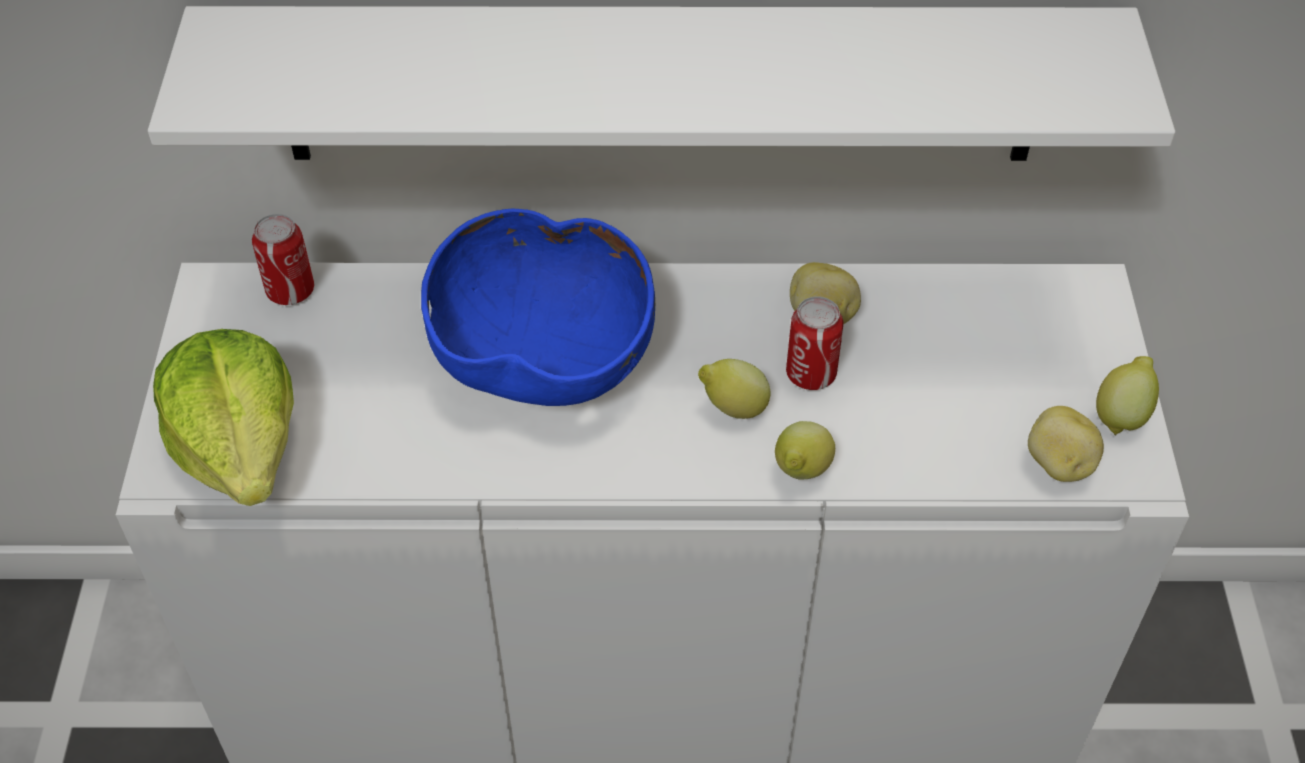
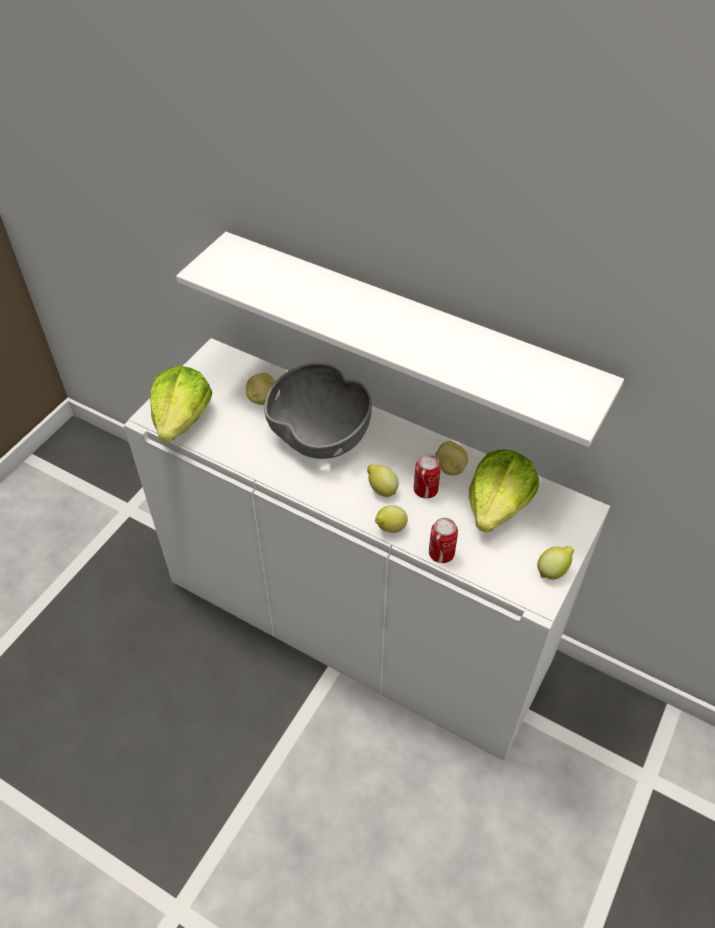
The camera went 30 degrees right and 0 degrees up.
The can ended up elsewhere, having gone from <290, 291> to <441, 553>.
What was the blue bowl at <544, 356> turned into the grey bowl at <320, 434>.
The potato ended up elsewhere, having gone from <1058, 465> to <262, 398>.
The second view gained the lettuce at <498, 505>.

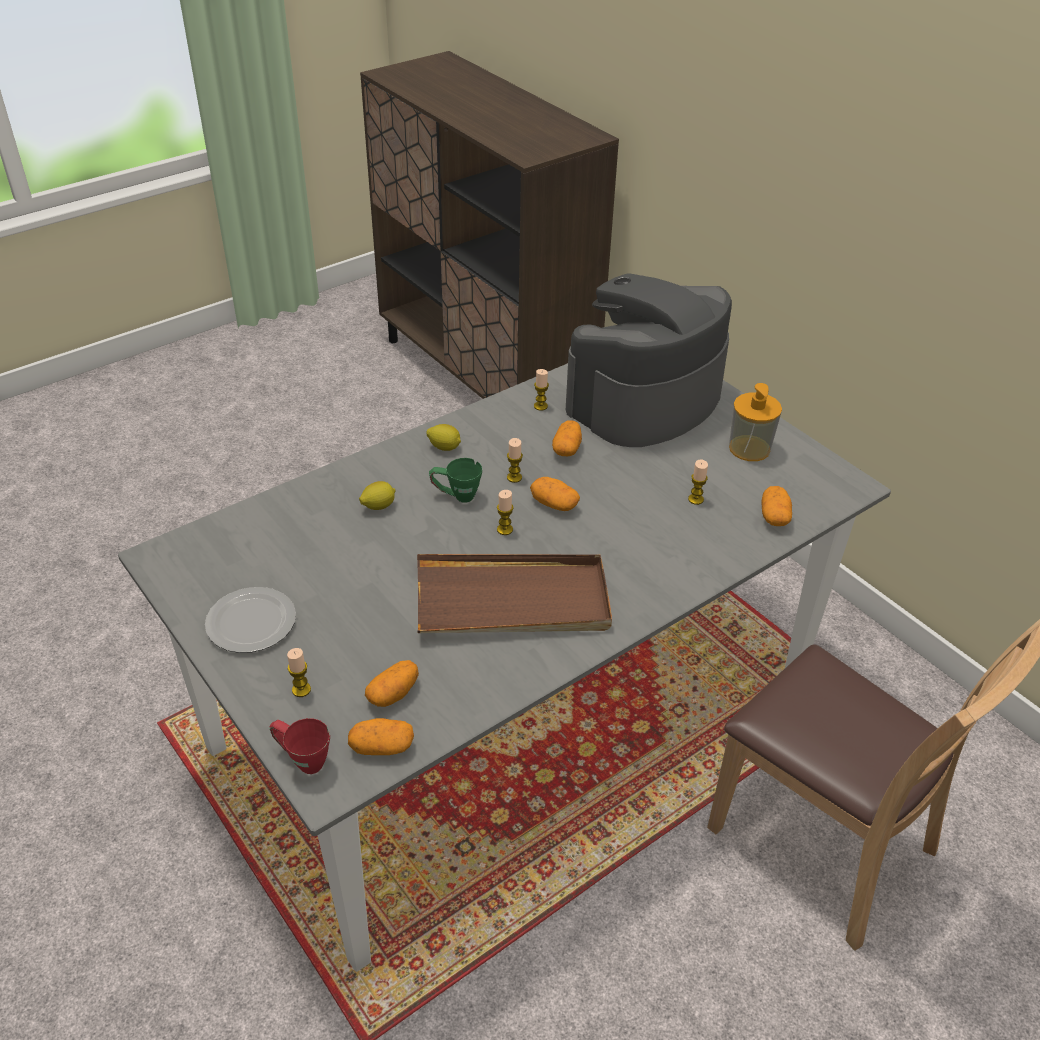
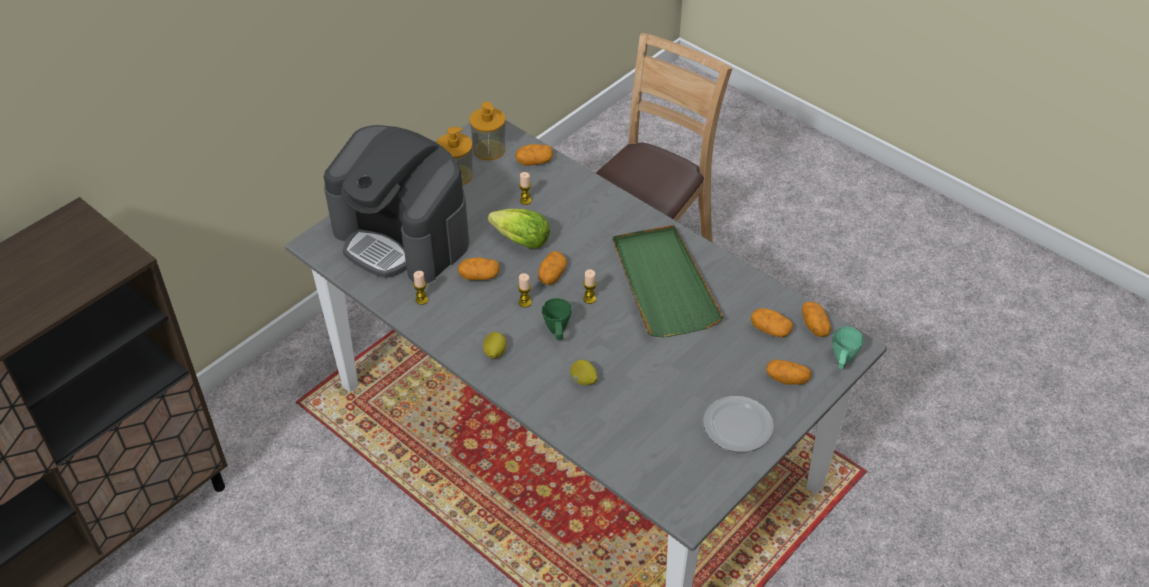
The camera went 100 degrees left and 5 degrees up.
What was the red mug at <302, 760> turned into the green mug at <842, 363>.
Where the candle stood at <301, 690>, the potato came to stand at <787, 379>.
What was the brown tray at <512, 600> turned into the green tray at <663, 284>.
The second view gained the soap dispenser at <489, 150>.
The second view gained the lettuce at <518, 240>.

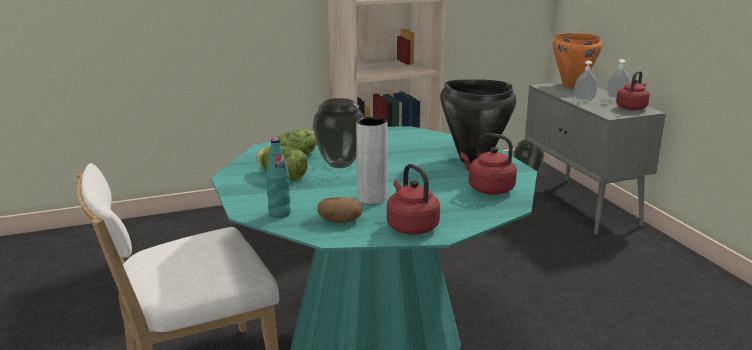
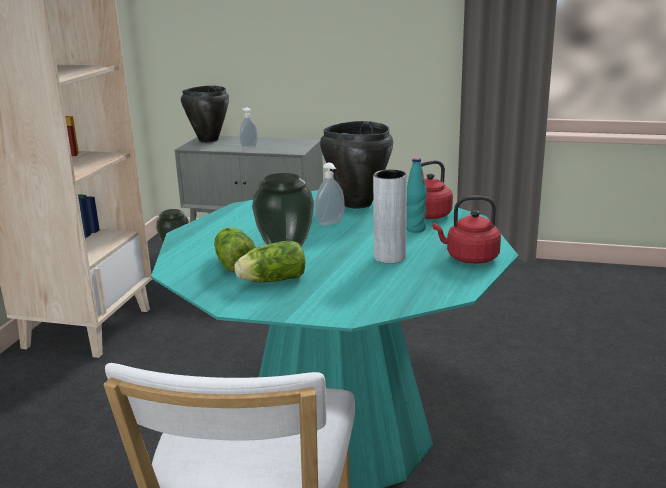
The camera went 55 degrees left and 0 degrees up.
The turquoise bottle ended up elsewhere, having gone from <279, 214> to <415, 229>.
The second view lost the potato at <340, 221>.
What was the orange cooking pot at <571, 85> turned into the black cooking pot at <208, 140>.
The soap dispenser ended up elsewhere, having gone from <617, 98> to <331, 223>.
The second view lost the red kettle at <632, 108>.

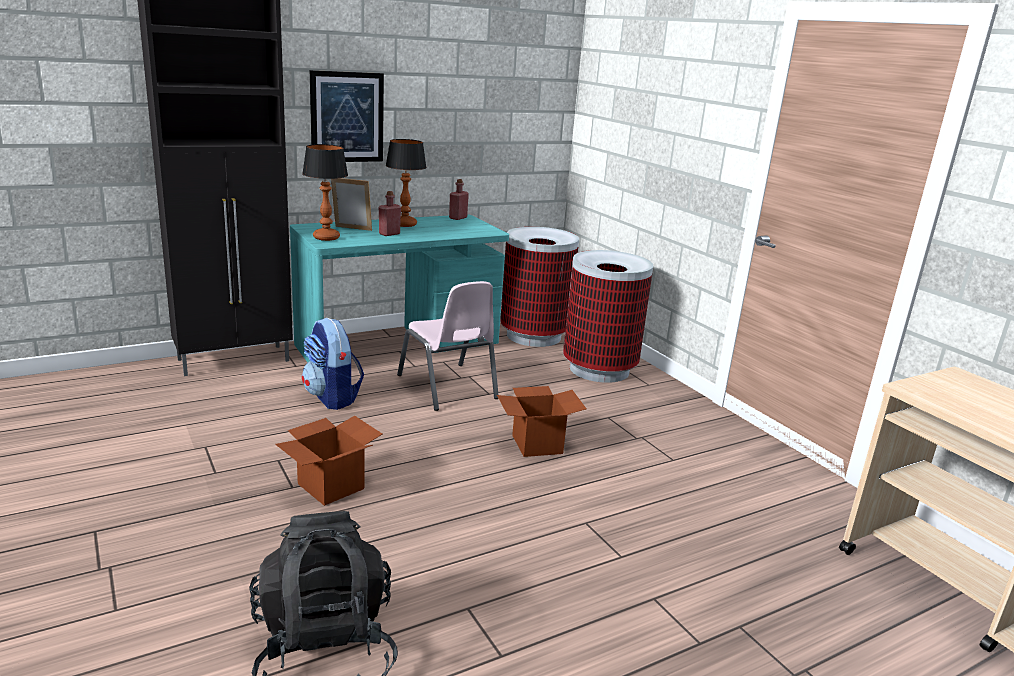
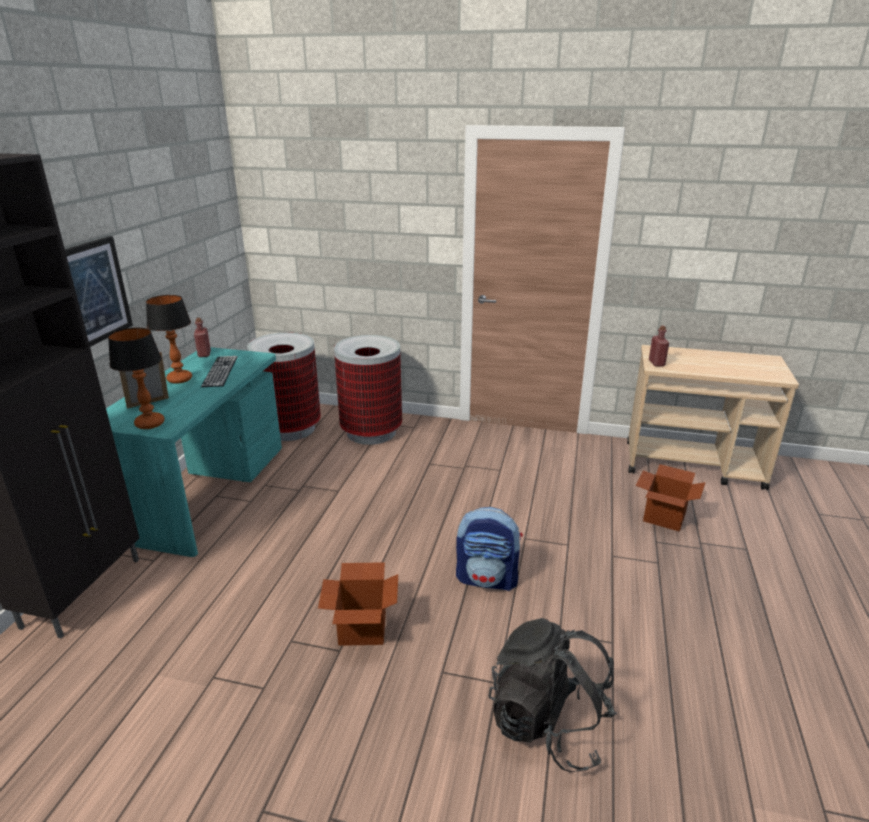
The camera went 45 degrees left and 5 degrees up.
The backpack ended up elsewhere, having gone from <332, 397> to <487, 579>.
The red bottle ended up elsewhere, having gone from <389, 234> to <656, 363>.
The second view lost the pink chair at <447, 387>.
The cardboard box ended up elsewhere, having gone from <537, 444> to <664, 517>.
The second view gained the keyboard at <220, 371>.

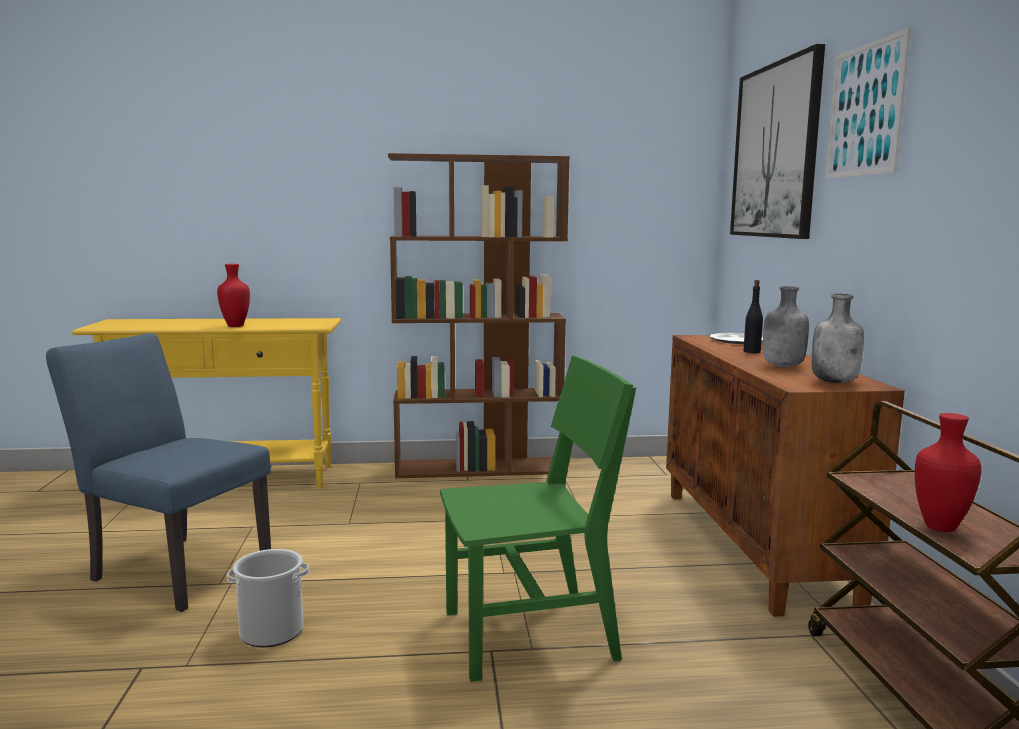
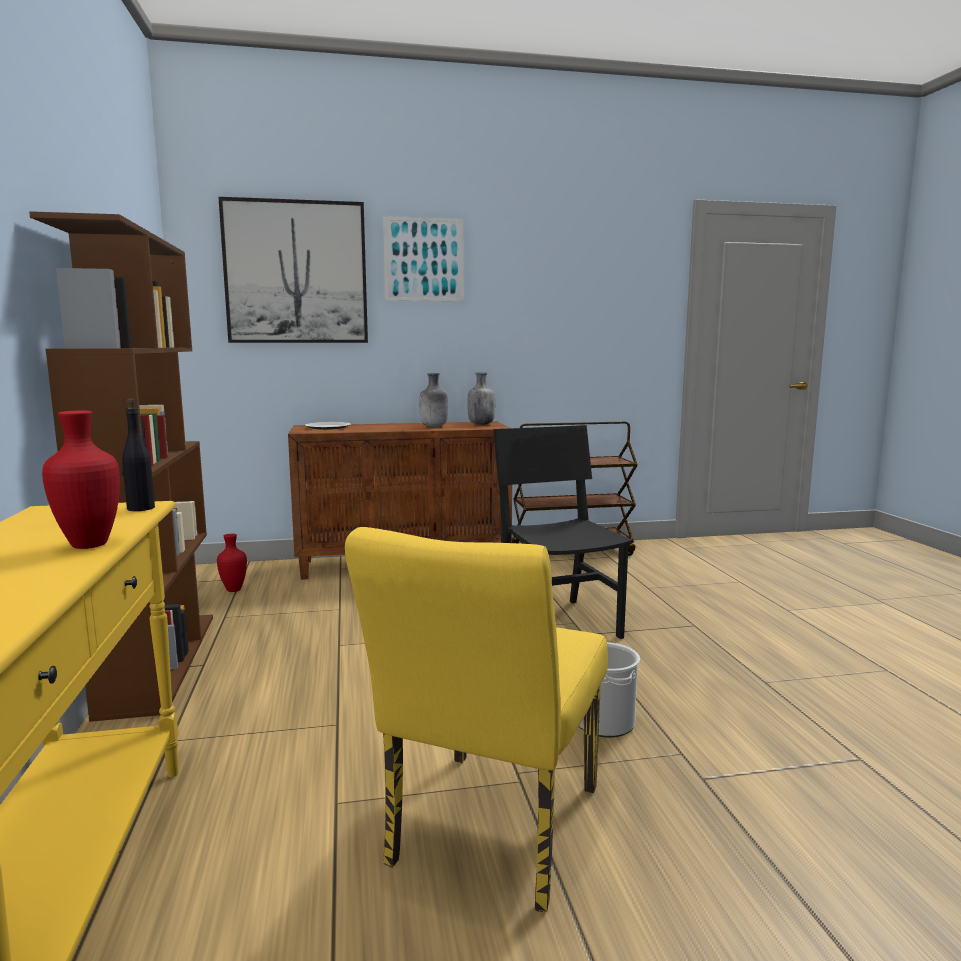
The camera went 95 degrees left and 0 degrees up.
What was the blue chair at <173, 568> turned into the yellow chair at <488, 835>.
What was the green chair at <529, 635> turned into the black chair at <557, 624>.
The black bottle ended up elsewhere, having gone from <751, 351> to <140, 508>.
The red vase ended up elsewhere, having gone from <940, 527> to <233, 590>.

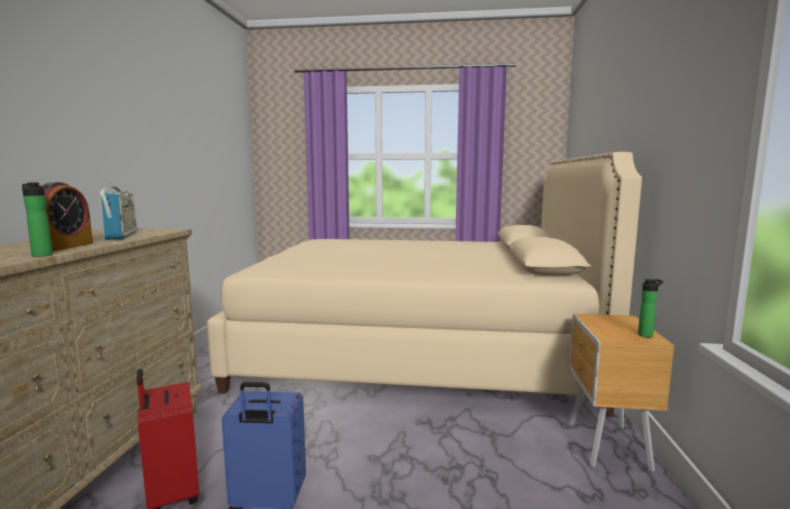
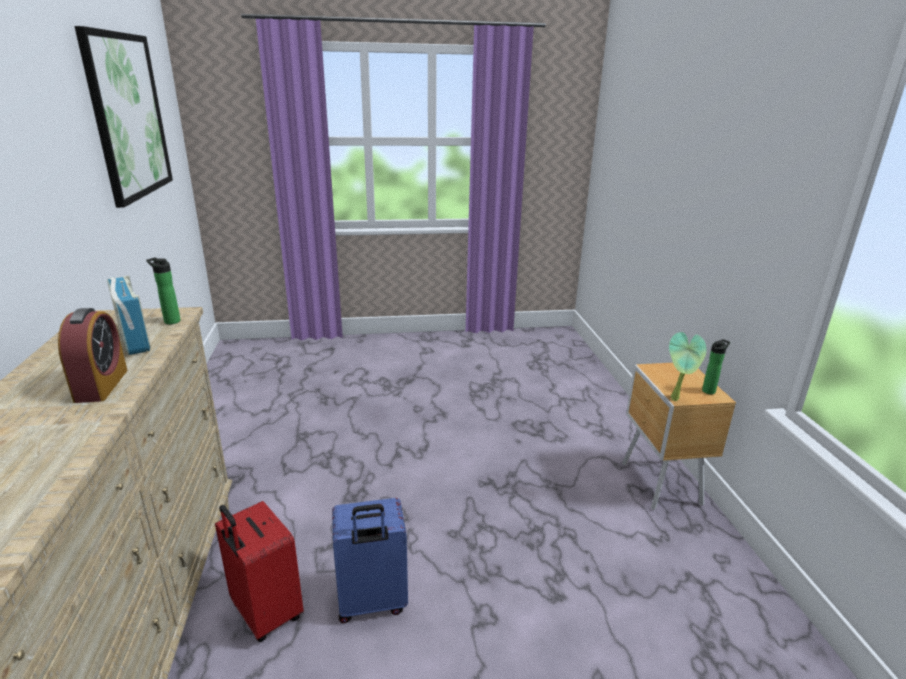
The camera went 15 degrees left and 15 degrees up.
The bottle ended up elsewhere, having gone from <41, 255> to <170, 321>.
The second view lost the beige bed at <416, 350>.
The second view gained the picture at <128, 116>.
The second view gained the potted plant at <677, 399>.

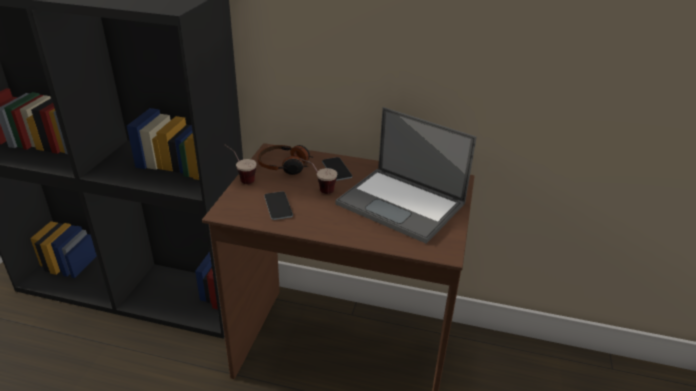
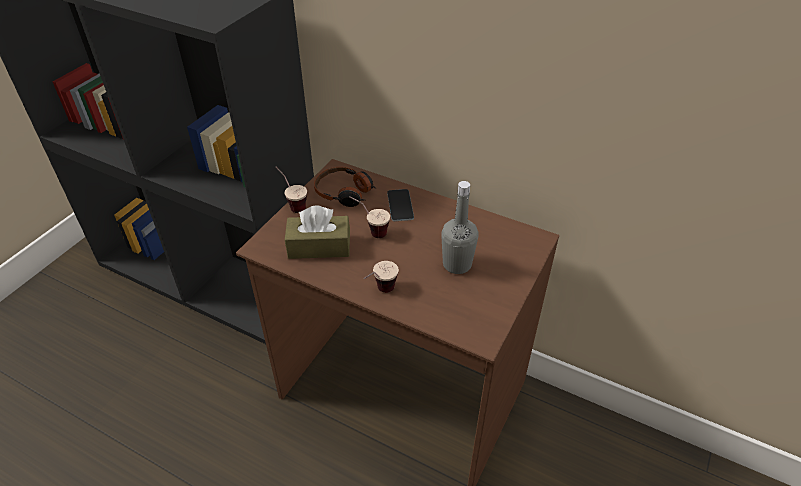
The camera went 15 degrees right and 10 degrees up.
Where the phone stood at <278, 206>, the brown tissue box came to stand at <319, 246>.
Where the laptop stood at <402, 204>, the grey bottle came to stand at <457, 264>.
The second view gained the cup at <380, 293>.

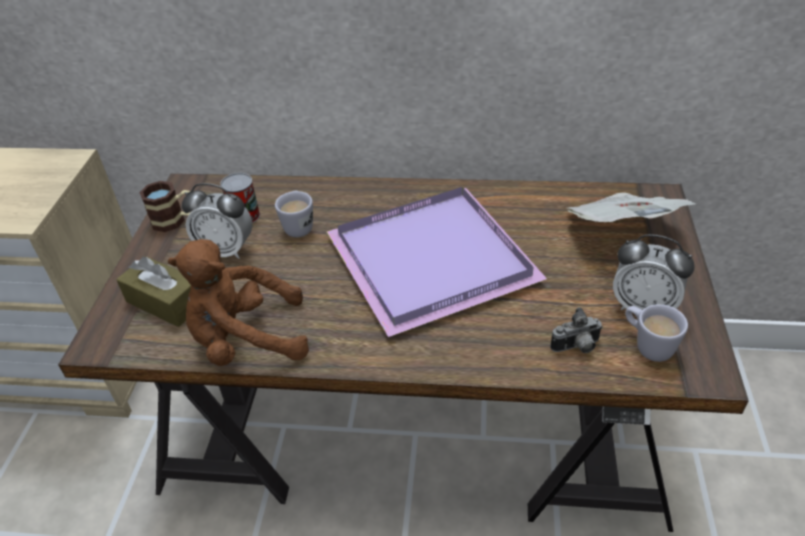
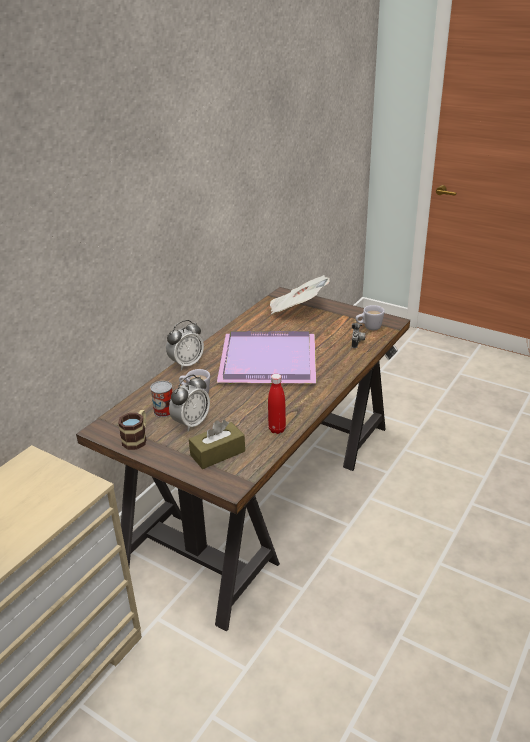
The camera went 65 degrees left and 10 degrees down.
Where the brown plush toy stood at <246, 340>, the red bottle came to stand at <277, 429>.
The alarm clock ended up elsewhere, having gone from <643, 307> to <186, 364>.

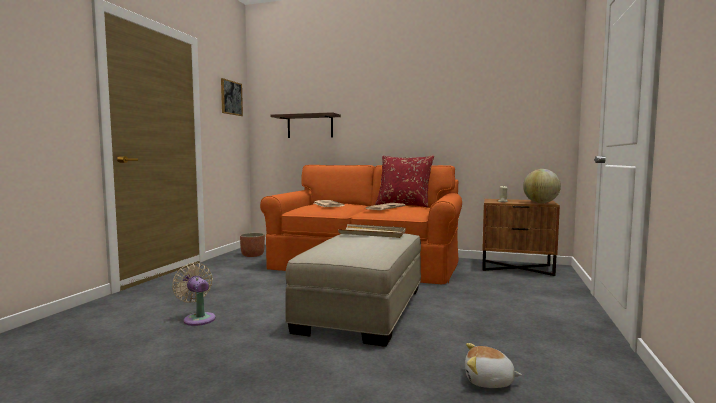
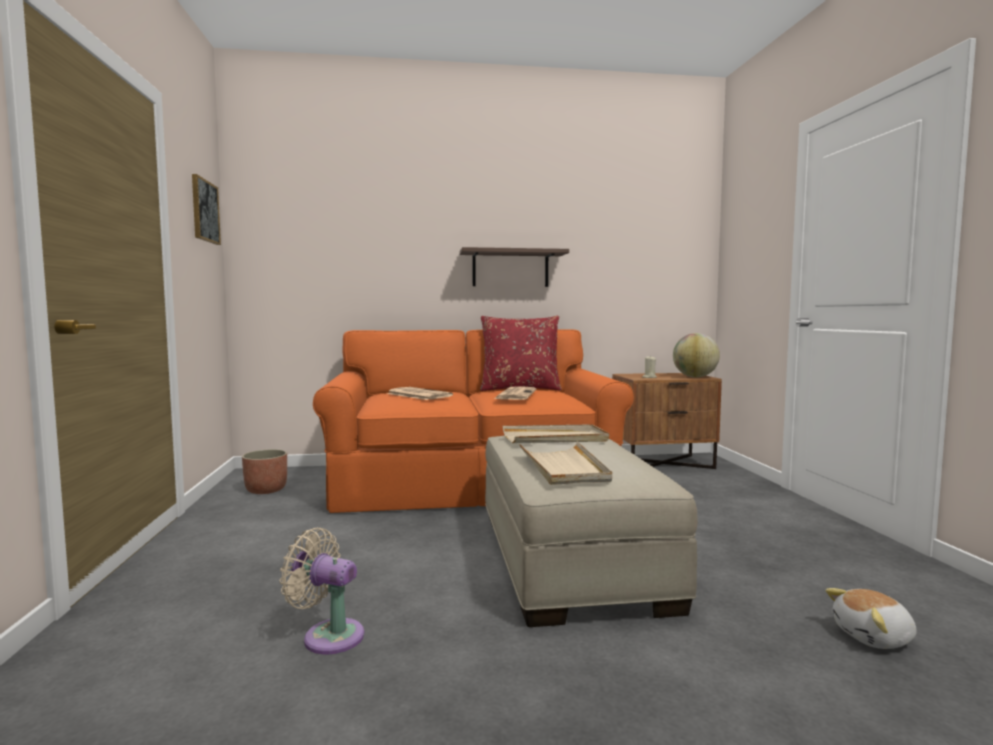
The camera went 25 degrees left and 0 degrees up.
The shelf ended up elsewhere, having gone from <310, 126> to <510, 269>.
The second view gained the beige tray at <563, 467>.

